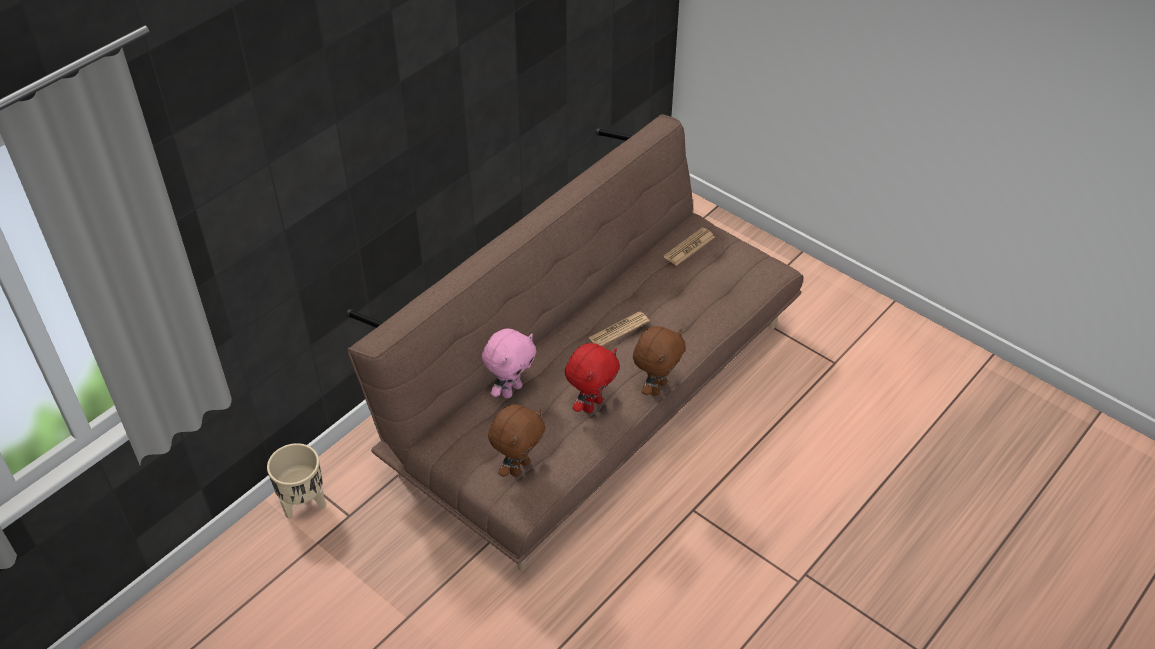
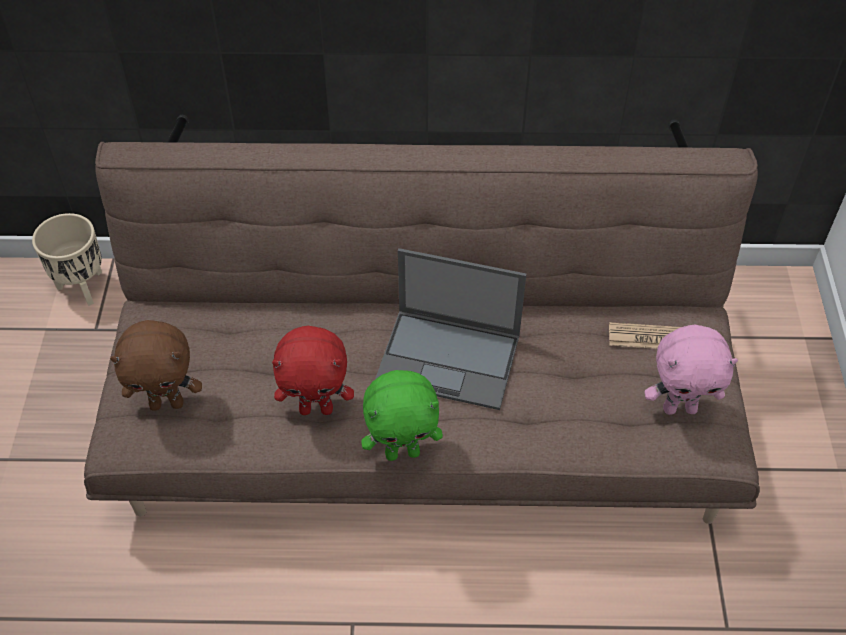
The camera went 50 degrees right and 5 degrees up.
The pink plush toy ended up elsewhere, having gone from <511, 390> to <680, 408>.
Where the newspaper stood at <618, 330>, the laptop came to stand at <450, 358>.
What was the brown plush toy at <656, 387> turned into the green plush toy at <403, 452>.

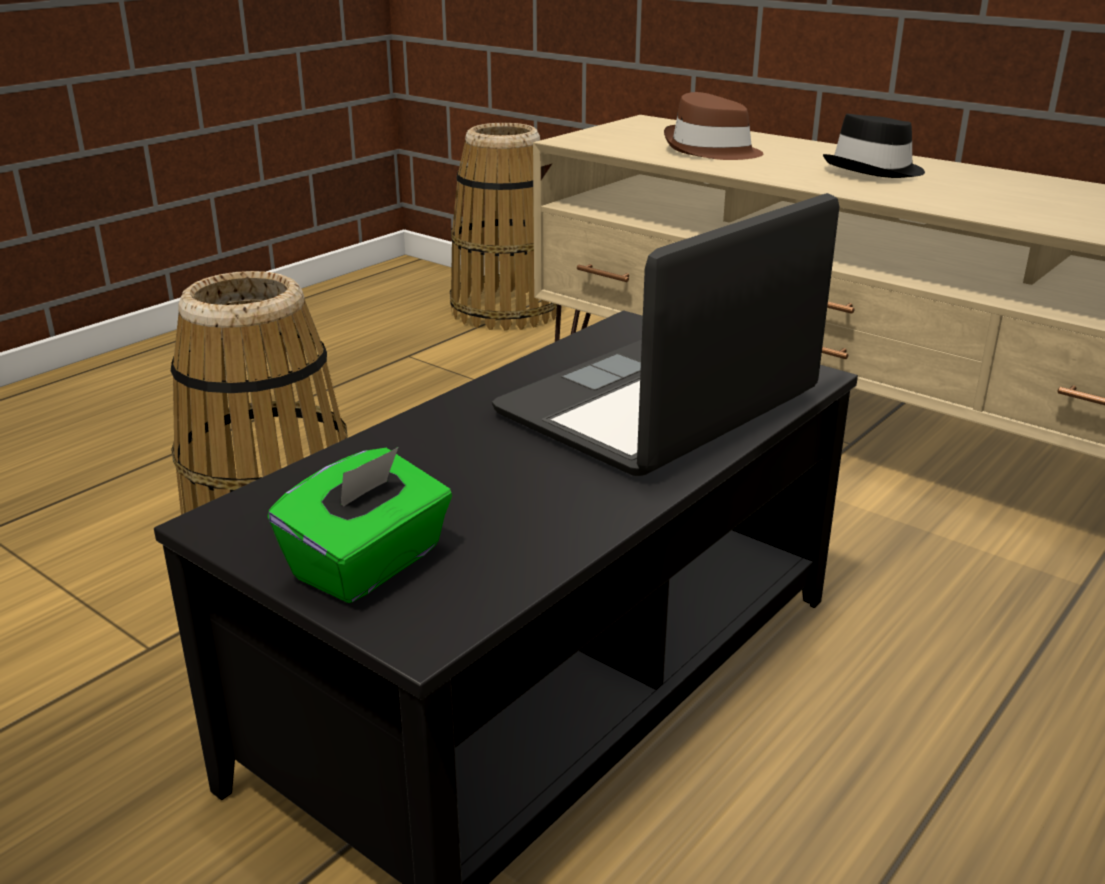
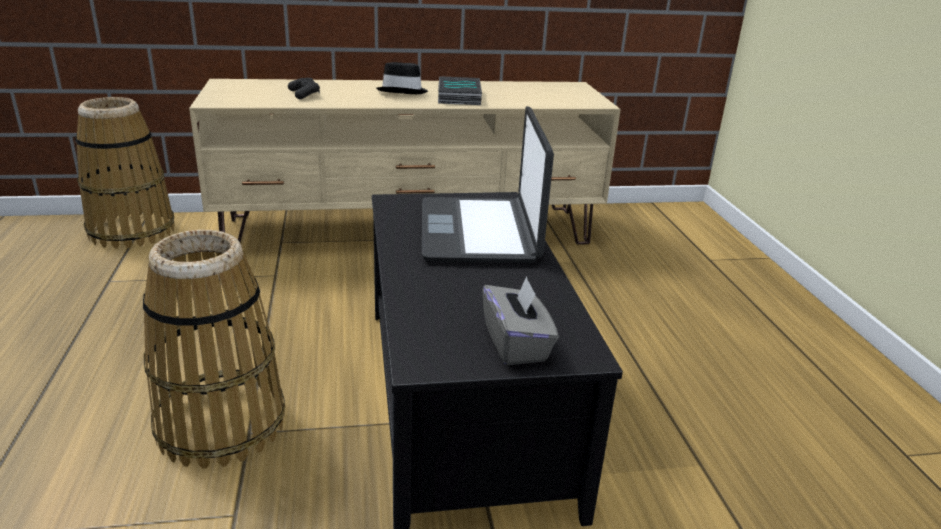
The camera went 50 degrees left and 0 degrees up.
What was the green tissue box at <369, 564> turned into the grey tissue box at <516, 344>.
Where the brown hat stood at <711, 150>, the black game controller came to stand at <304, 94>.
The second view gained the book at <457, 96>.

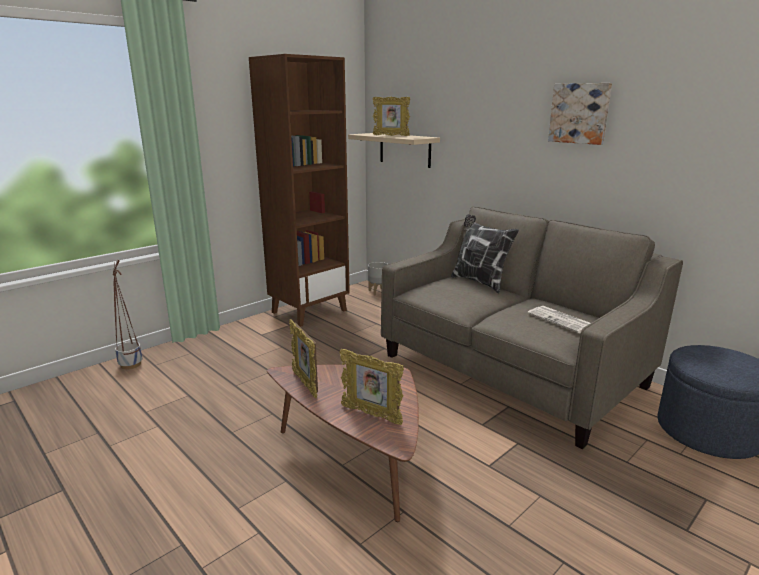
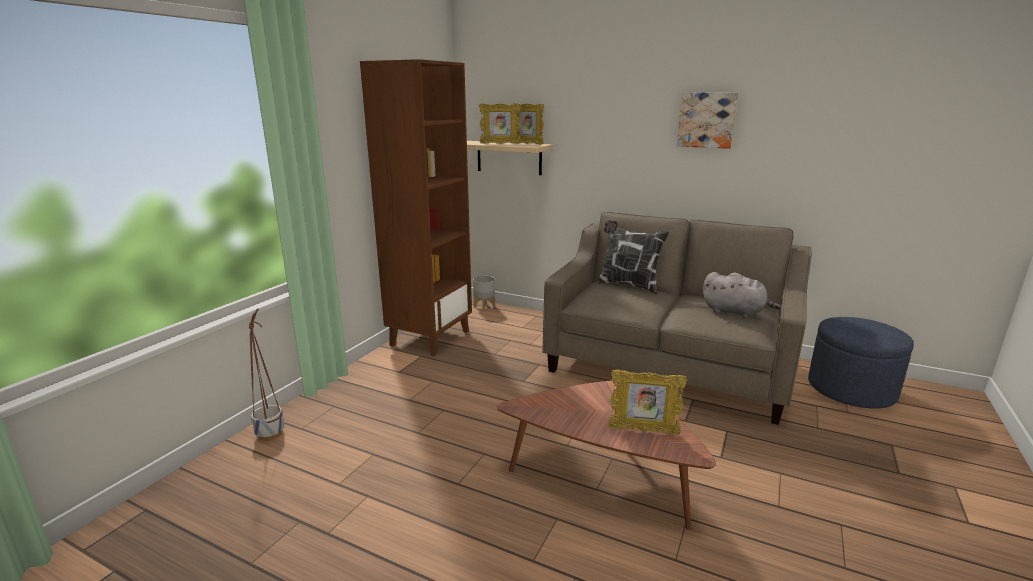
The camera went 20 degrees left and 0 degrees up.
The picture frame ended up elsewhere, having gone from <305, 384> to <527, 144>.
Where the newspaper stood at <562, 320>, the grey plush toy came to stand at <735, 312>.

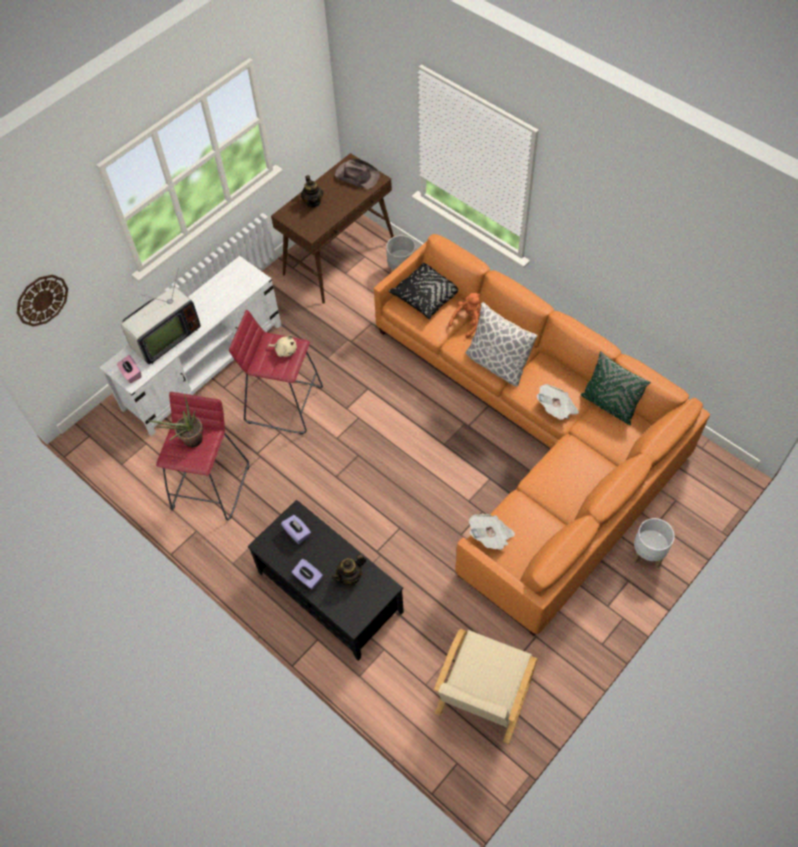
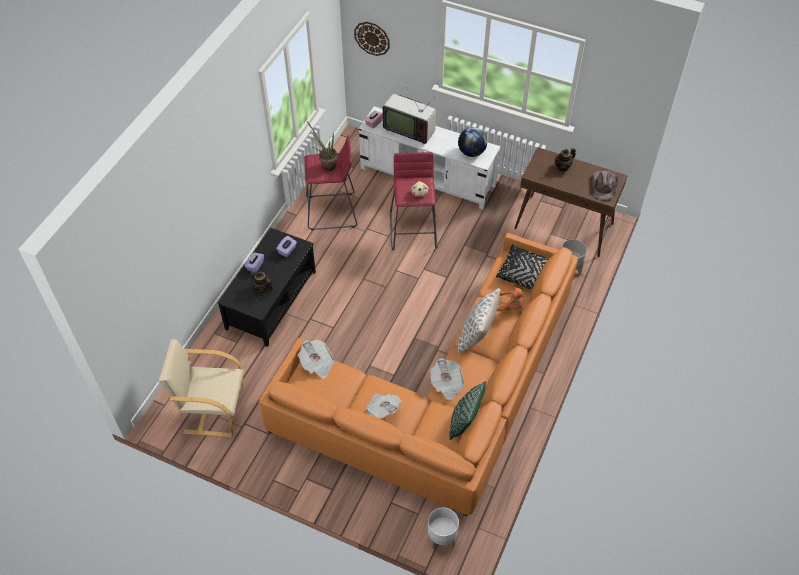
The camera went 70 degrees right and 5 degrees down.
The white planter ended up elsewhere, having gone from <647, 554> to <441, 538>.
The second view gained the newspaper at <382, 409>.
The second view gained the globe at <471, 152>.

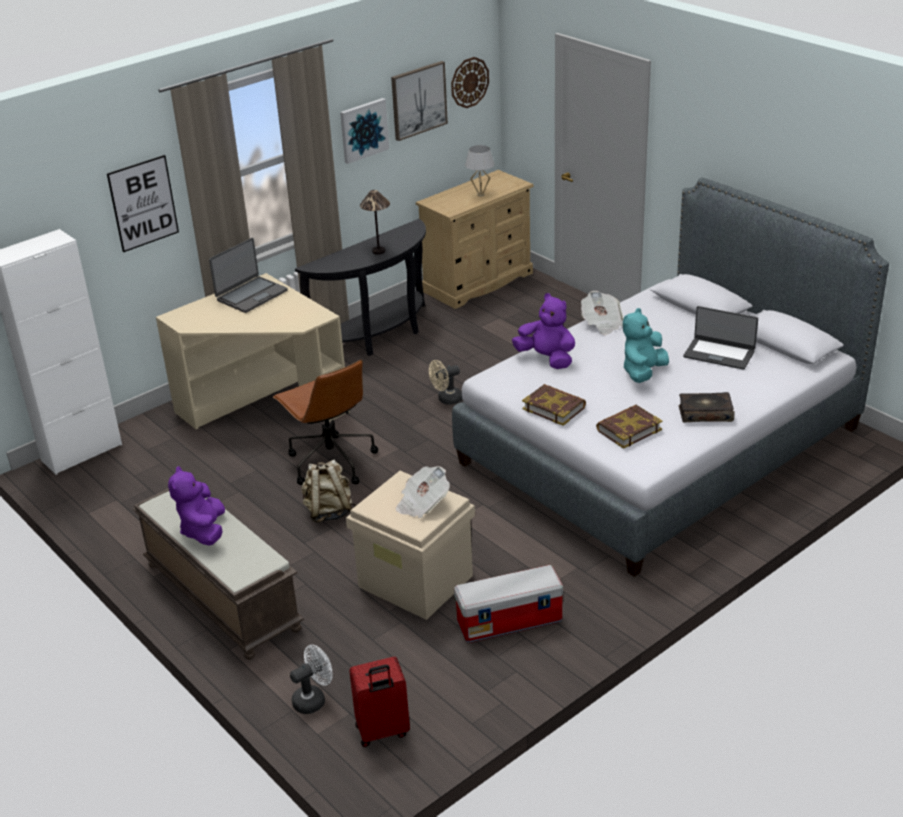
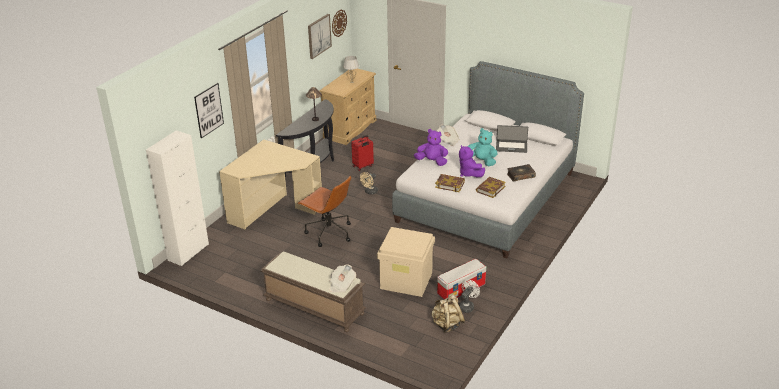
The camera went 20 degrees left and 0 degrees up.
The purple plush toy ended up elsewhere, having gone from <204, 531> to <469, 174>.
The second view lost the laptop at <251, 295>.
The white fan ended up elsewhere, having gone from <313, 699> to <467, 306>.
The beige backpack ended up elsewhere, having gone from <329, 512> to <447, 325>.
The second view lost the picture at <363, 130>.
The red suitcase ended up elsewhere, having gone from <382, 732> to <363, 166>.
The newspaper ended up elsewhere, having gone from <422, 504> to <341, 285>.
The turquoise plush toy at <643, 372> ended up facing another way, 105 degrees clockwise from before.

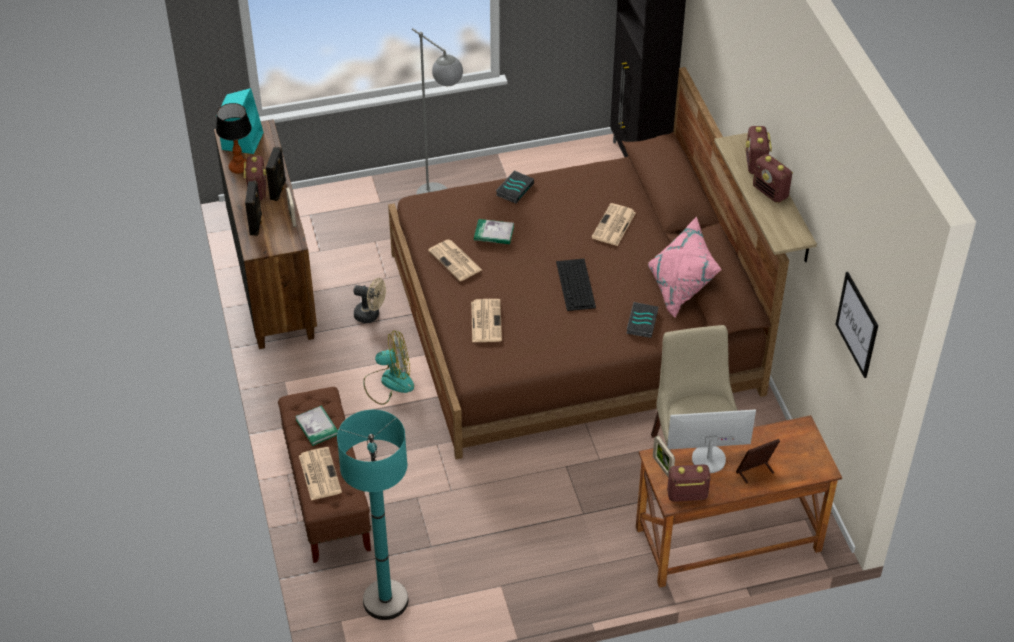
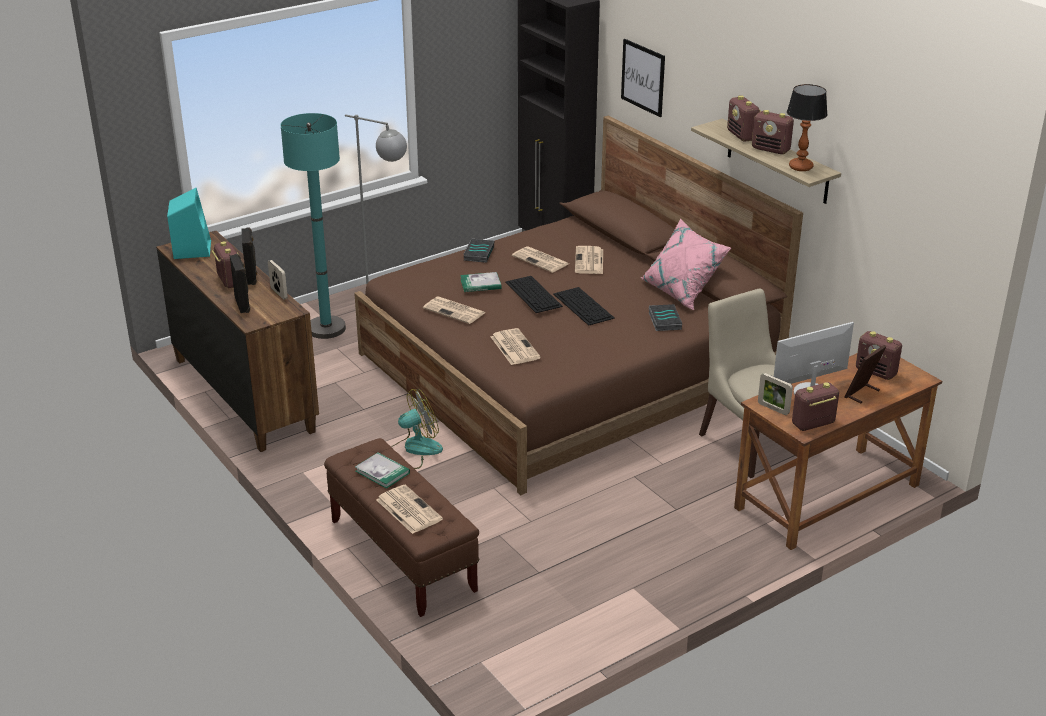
The camera went 20 degrees left and 15 degrees down.
The table lamp ended up elsewhere, having gone from <239, 167> to <800, 167>.
The turquoise floor lamp ended up elsewhere, having gone from <385, 600> to <326, 329>.
The second view lost the beige fan at <371, 315>.
The picture ended up elsewhere, having gone from <857, 324> to <643, 77>.
The second view gained the keyboard at <534, 294>.
The second view gained the newspaper at <541, 260>.
The second view gained the radio at <876, 372>.

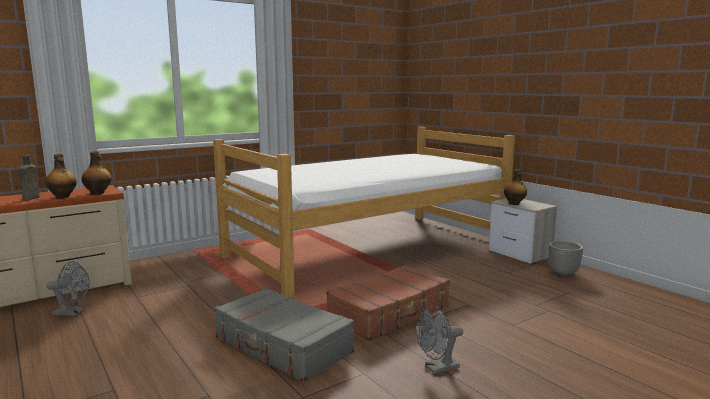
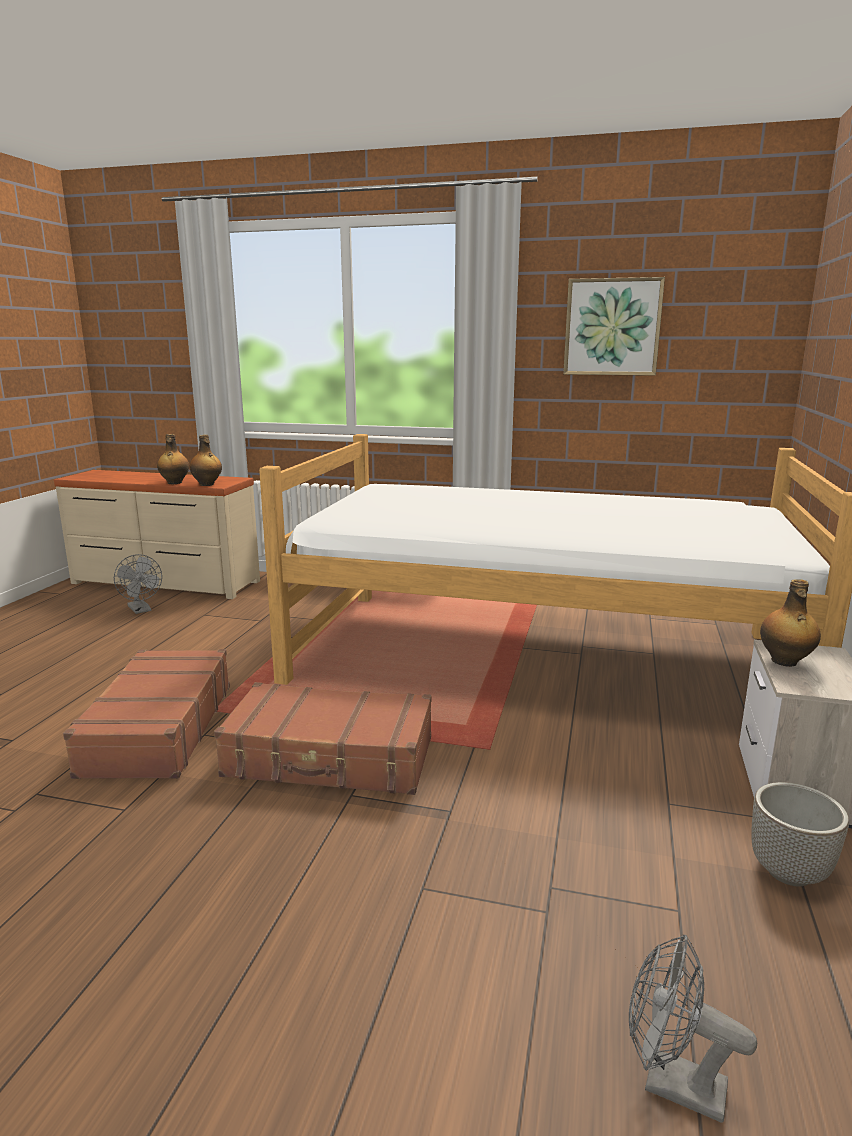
The camera went 50 degrees right and 5 degrees up.
The second view lost the brown bottle at <30, 198>.
What was the grey suitcase at <282, 346> turned into the brown suitcase at <157, 729>.
The grey fan ended up elsewhere, having gone from <437, 368> to <671, 1083>.
The second view gained the picture at <612, 327>.

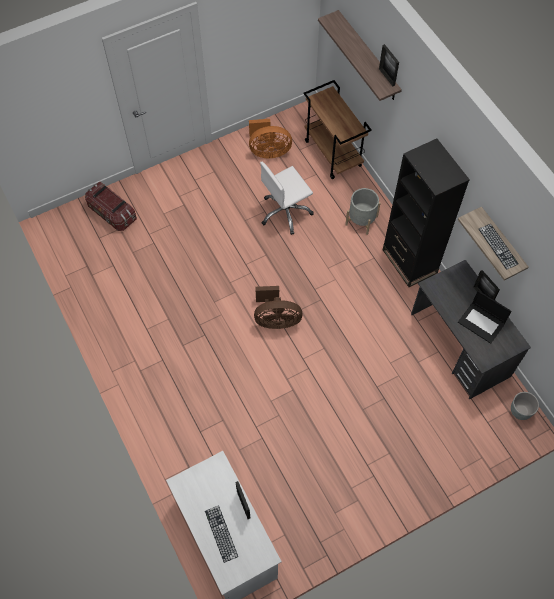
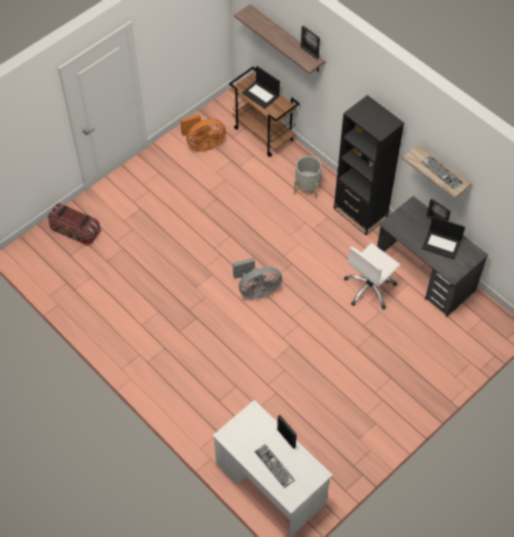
The camera went 15 degrees left and 5 degrees down.
What was the brown fan at <276, 319> turned into the grey fan at <257, 290>.
The white office chair ended up elsewhere, having gone from <285, 212> to <369, 288>.
The second view lost the grey planter at <520, 411>.
The second view gained the laptop at <261, 94>.

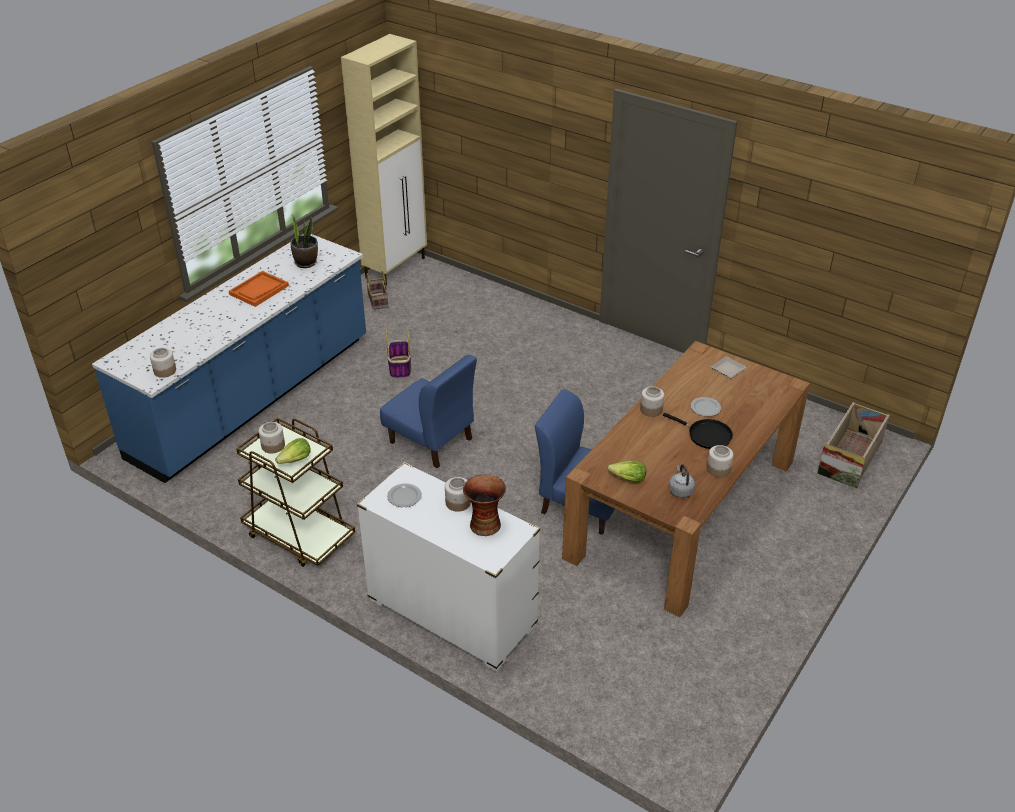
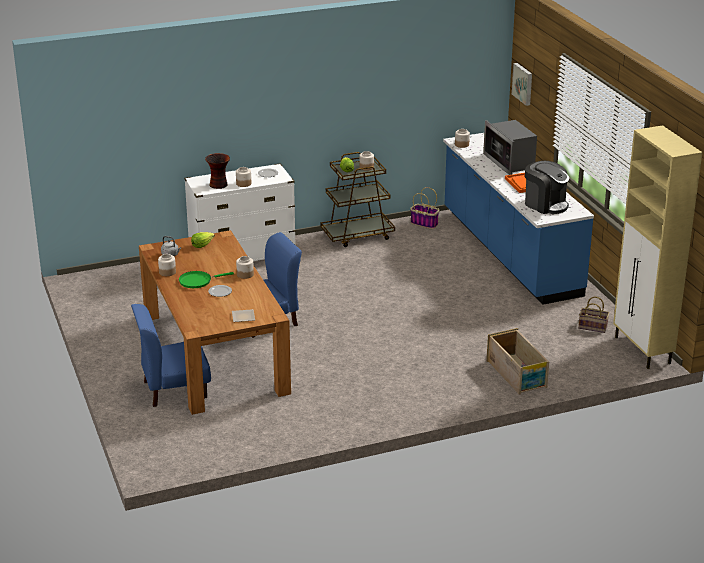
The camera went 125 degrees right and 10 degrees down.
Where the potted plant stood at <306, 262>, the coffee machine came to stand at <545, 204>.
The blue chair ended up elsewhere, having gone from <431, 441> to <174, 389>.
The basket ended up elsewhere, having gone from <399, 367> to <425, 223>.
What was the black frying pan at <706, 435> turned into the green frying pan at <197, 281>.
The crate ended up elsewhere, having gone from <850, 457> to <517, 374>.
The second view gained the microwave at <510, 162>.
The second view gained the picture at <523, 83>.

